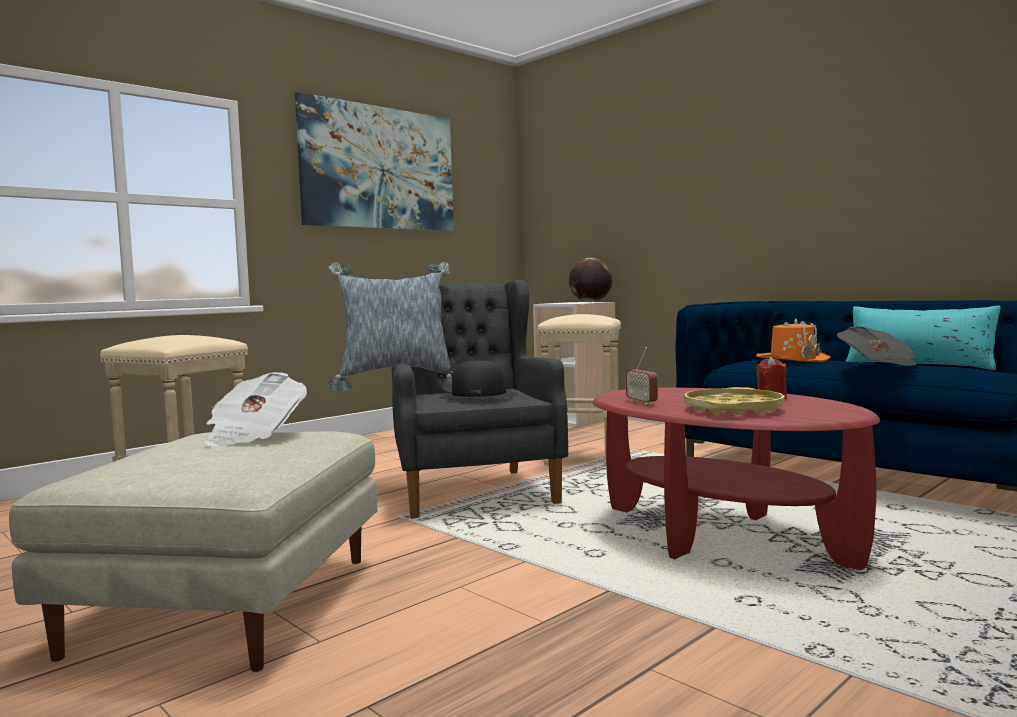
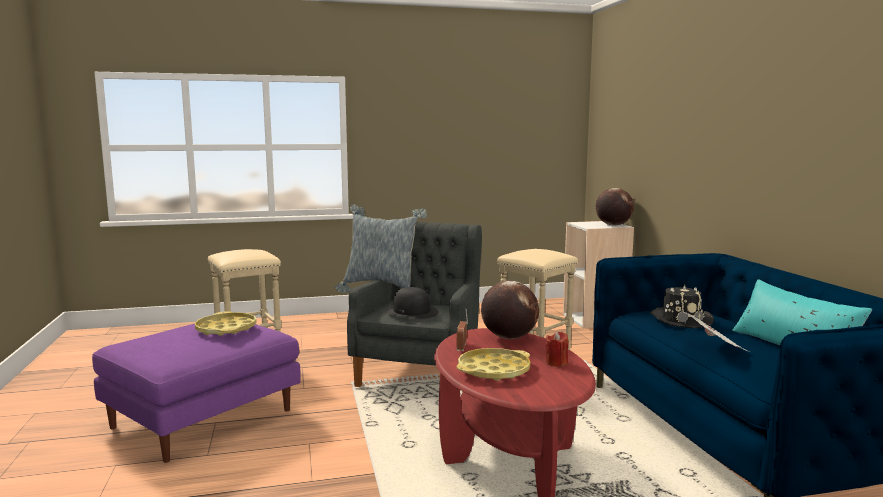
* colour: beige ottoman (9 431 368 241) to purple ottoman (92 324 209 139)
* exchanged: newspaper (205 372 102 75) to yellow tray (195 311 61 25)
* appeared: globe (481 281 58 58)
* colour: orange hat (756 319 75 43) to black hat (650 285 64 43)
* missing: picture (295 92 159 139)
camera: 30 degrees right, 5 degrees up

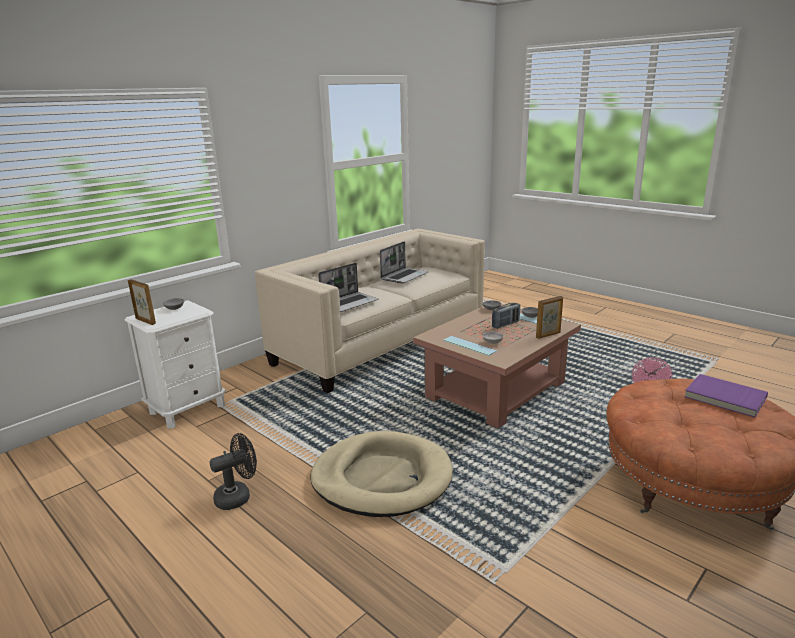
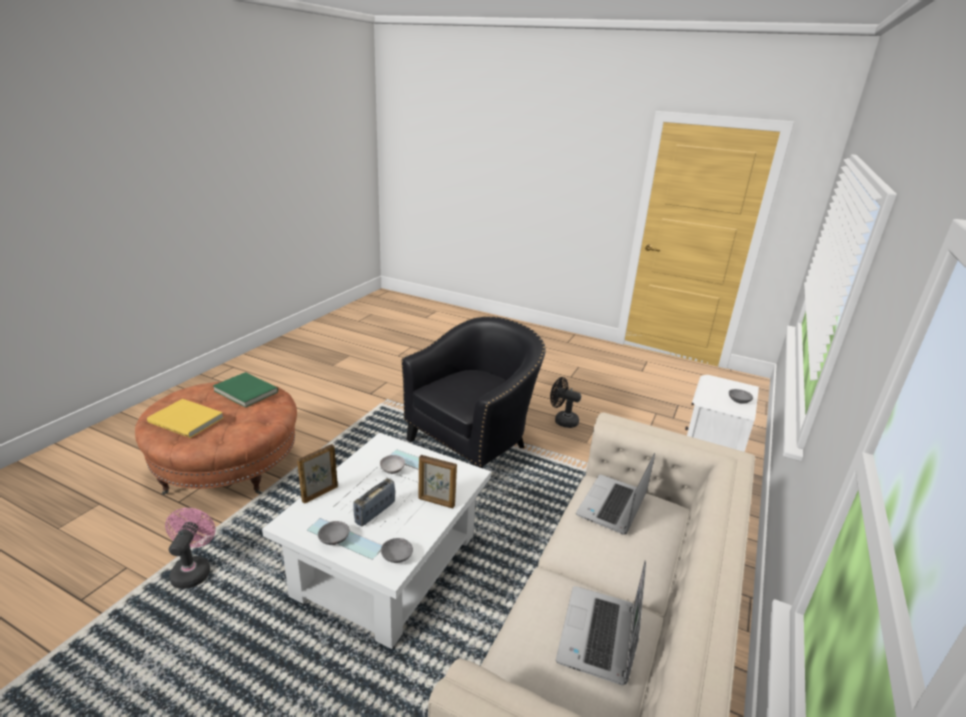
* colour: purple book (684 374 84 44) to yellow book (147 399 76 39)
* appeared: green book (213 372 65 36)
* colour: brown coffee table (413 304 168 125) to white coffee table (262 433 229 216)
* exchanged: beige dog bed (311 431 142 86) to black armchair (401 316 145 152)
* relocated: picture frame (128 279 28 46) to (418 455 39 53)
* spun: black fan (210 433 47 77) = (550 377 31 51) 75 degrees clockwise
camera: 160 degrees right, 5 degrees up

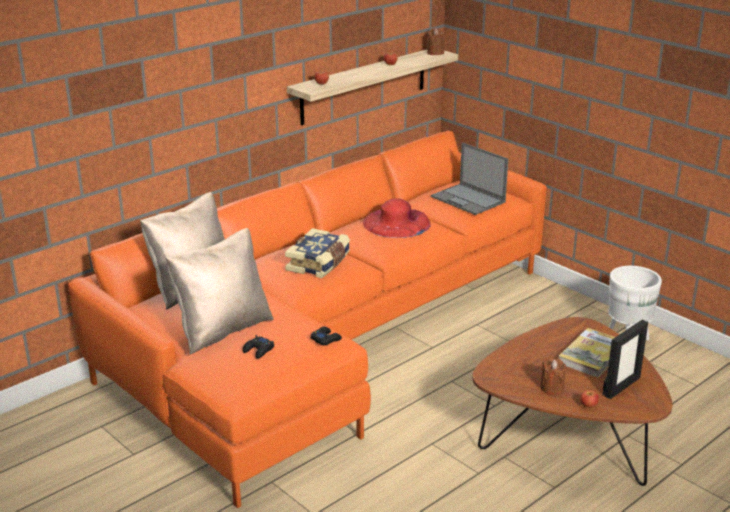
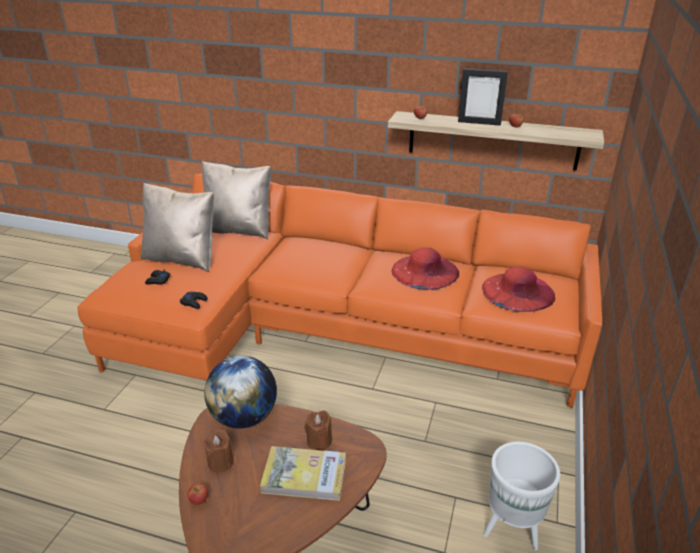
* appeared: globe (204 356 73 73)
* relocated: brown candle (427 28 18 27) to (304 411 28 39)
* relocated: picture frame (602 320 46 79) to (458 68 50 58)
* exchanged: laptop (431 143 77 72) to red hat (482 266 73 46)
* missing: book (285 228 65 50)
camera: 60 degrees right, 5 degrees up

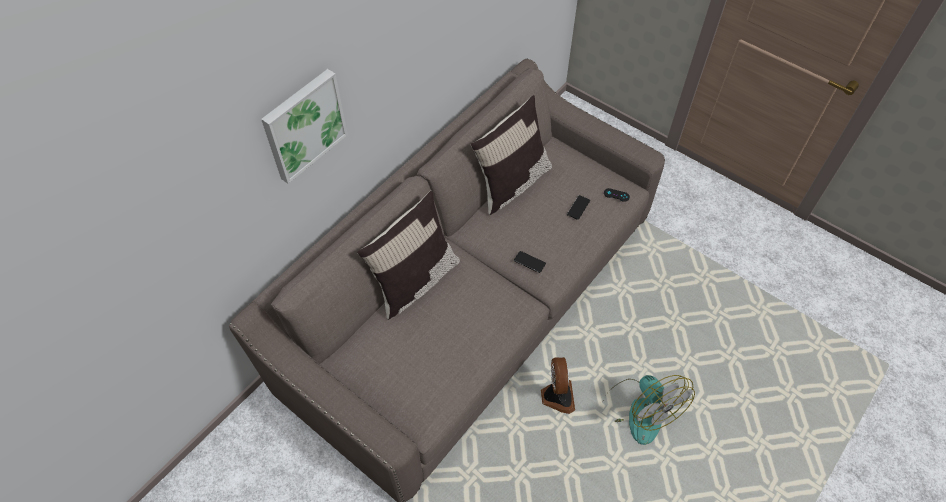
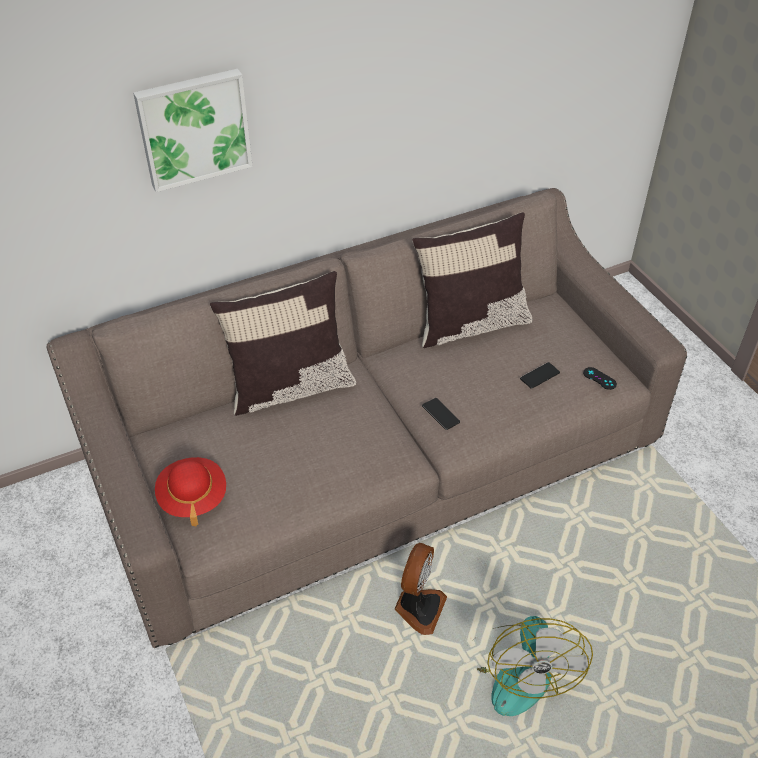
* appeared: red hat (155 457 71 69)
camera: 25 degrees right, 10 degrees down

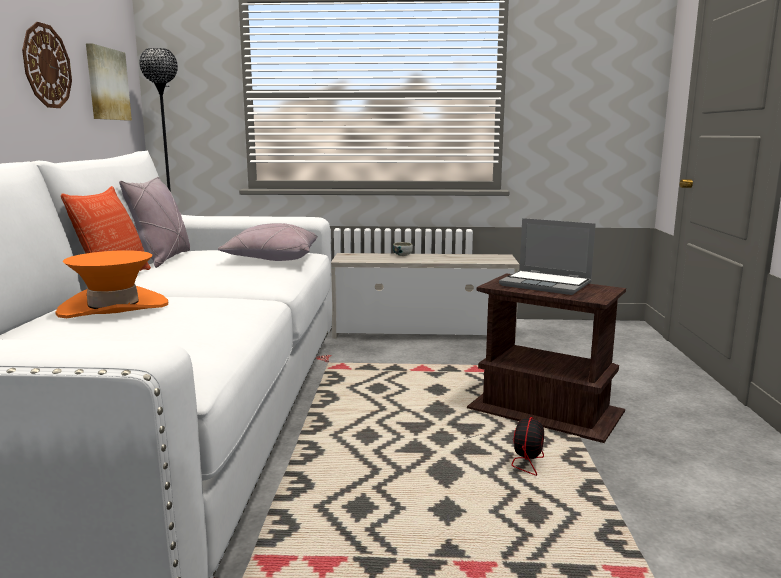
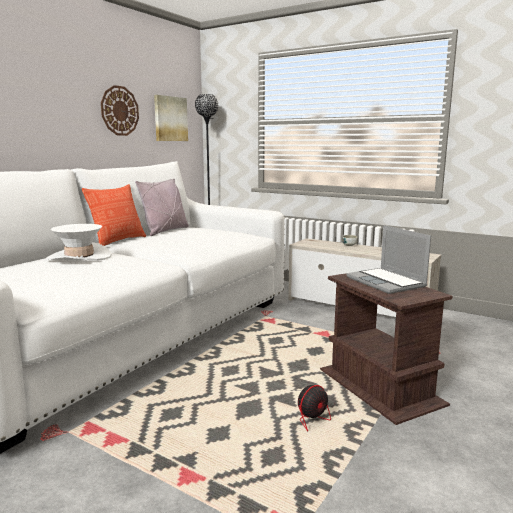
* colour: orange hat (56 250 112 68) to white hat (46 224 66 37)
* missing: purple pillow (218 223 99 38)
camera: 30 degrees right, 0 degrees up

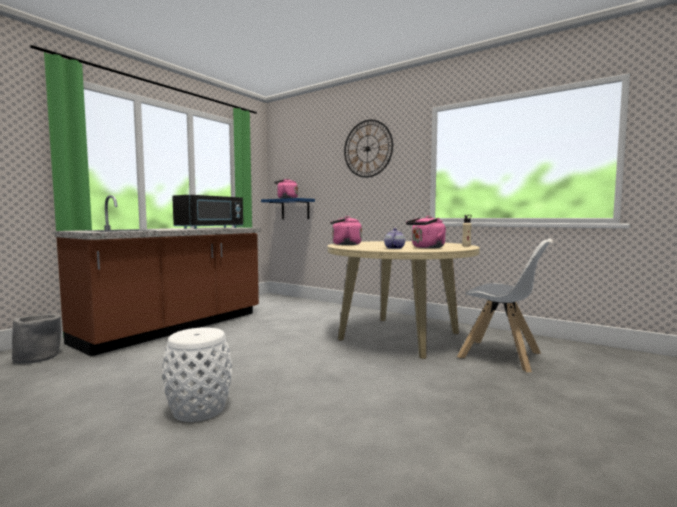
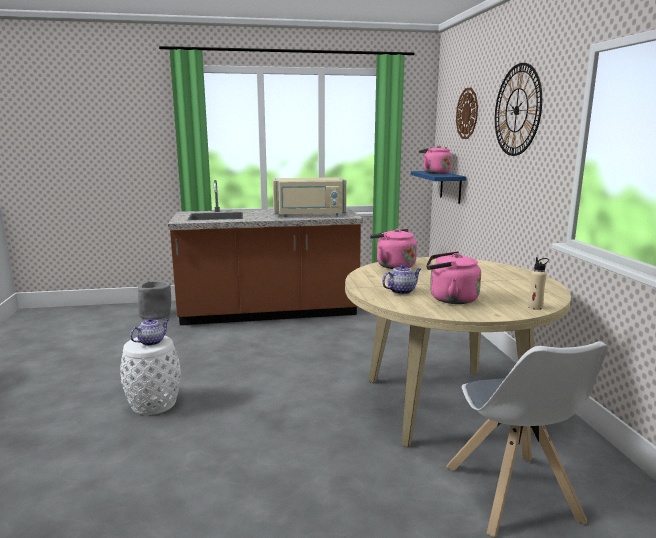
* appeared: teapot (130 318 39 28)
* colour: black microwave (172 195 71 34) to beige microwave (273 177 73 40)
* appeared: wall clock (456 88 22 51)
camera: 45 degrees right, 10 degrees up

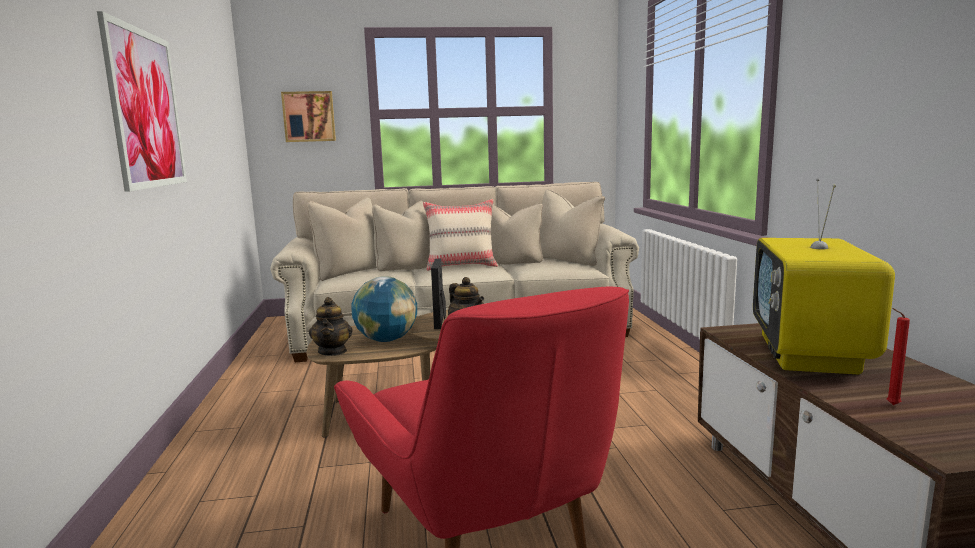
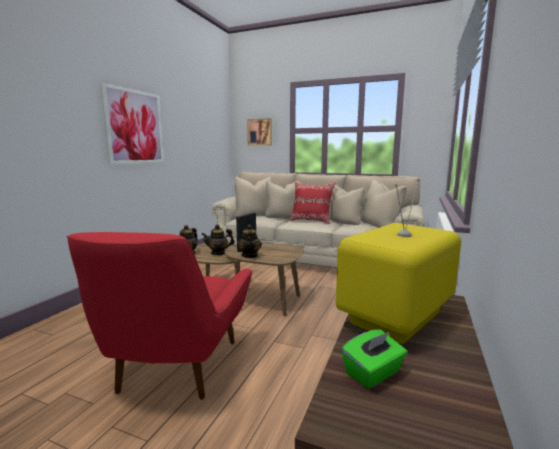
* exchanged: globe (351 276 66 66) to teapot (201 224 34 31)
* colour: beige pillow (423 199 75 72) to red pillow (290 181 45 43)
* exchanged: red candle (887 308 23 97) to green tissue box (341 330 66 59)
camera: 30 degrees right, 0 degrees up

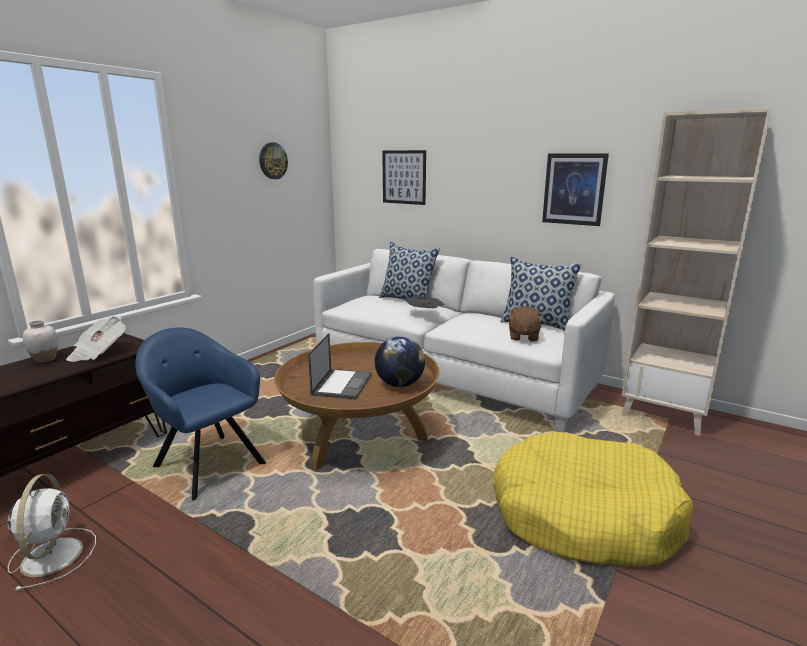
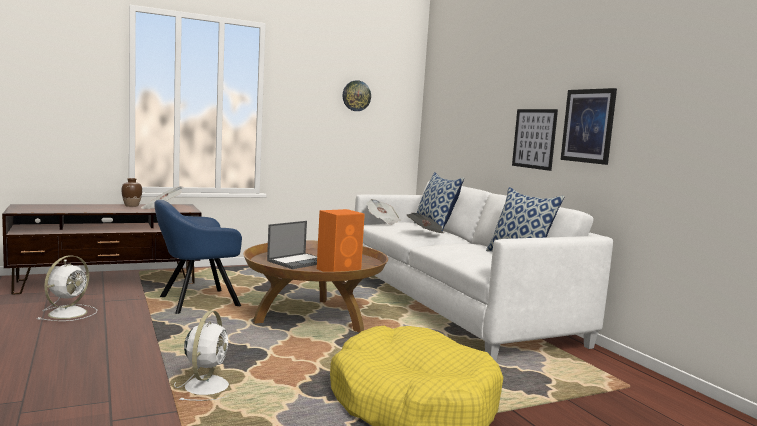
* colour: white vase (23 320 35 43) to brown vase (121 178 21 29)
* spun: blue armchair (135 327 131 174) = (154 200 88 114) 105 degrees counterclockwise
* appeared: white fan (174 311 55 90)
* exchanged: globe (375 336 50 51) to orange speaker (317 209 48 63)
* appeared: newspaper (366 199 35 26)
* relocated: picture (382 150 44 55) to (512 109 46 62)
* missing: brown plush toy (508 306 36 36)
* missing: beige bookcase (622 108 150 328)
camera: 30 degrees right, 10 degrees down

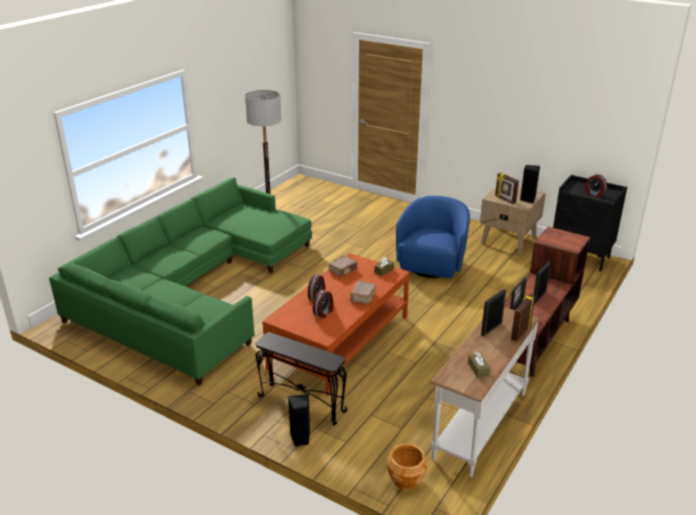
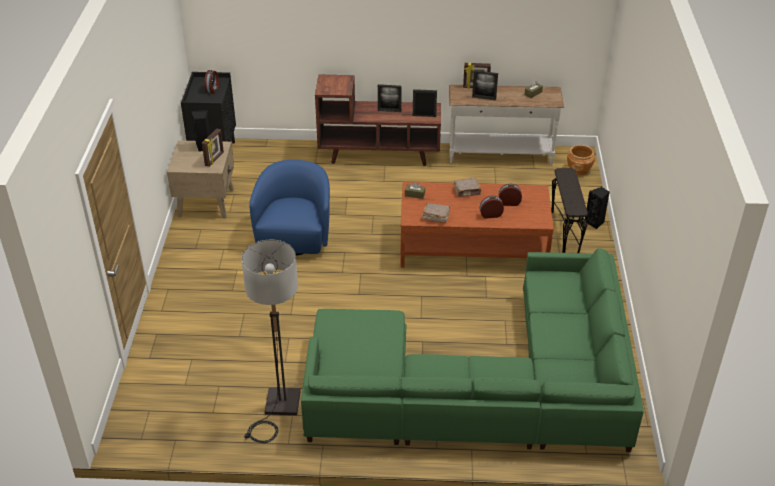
* spun: blue armchair (396 196 74 82) = (249 160 81 95) 105 degrees clockwise
camera: 120 degrees left, 10 degrees up

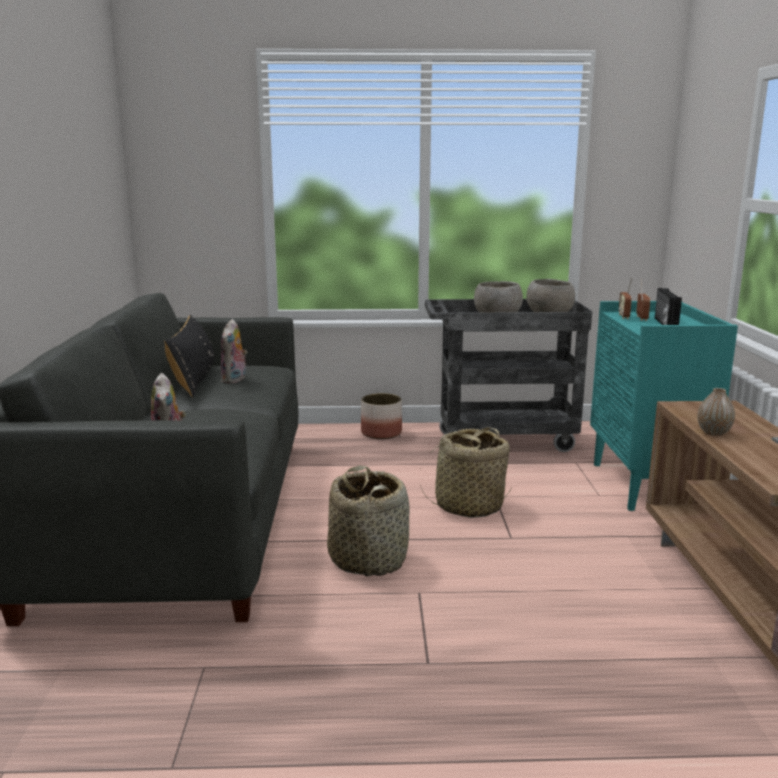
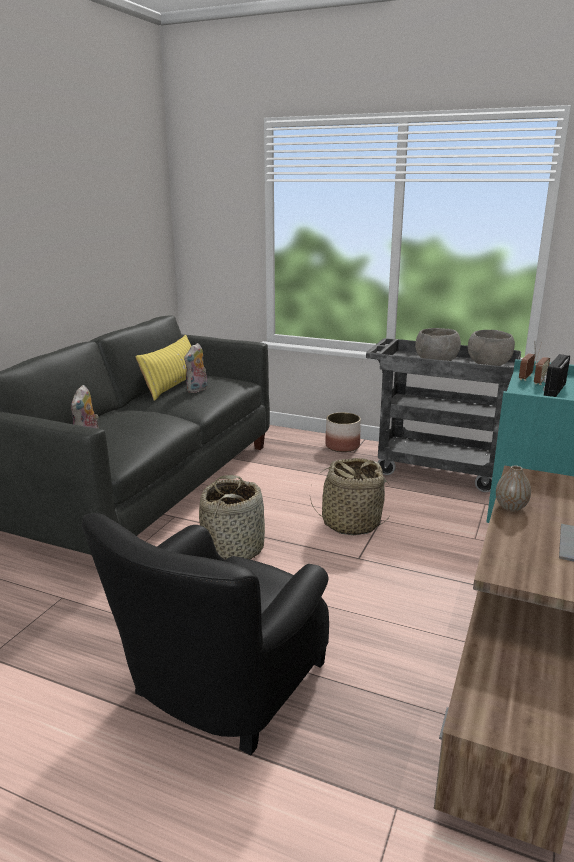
* appeared: black armchair (81 513 248 242)
* colour: black pillow (164 315 50 83) to yellow pillow (135 335 56 66)
camera: 25 degrees right, 5 degrees up

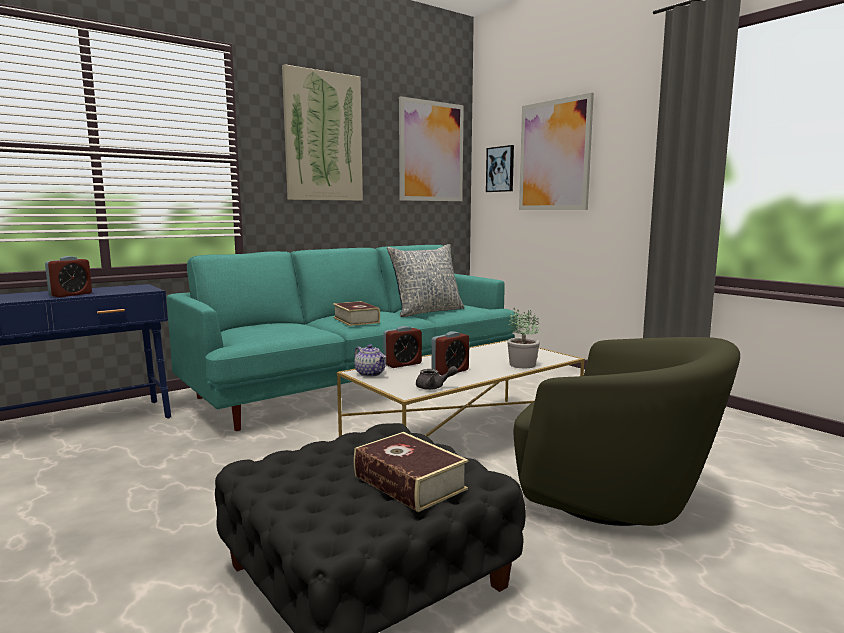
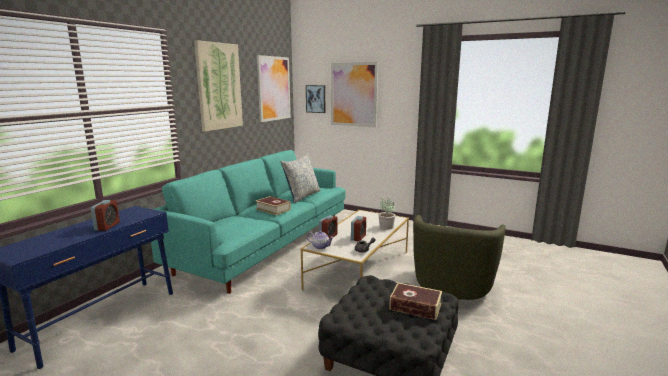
* spun: green armchair (514 337 226 189) = (413 215 93 85) 105 degrees clockwise
camera: 25 degrees left, 5 degrees up

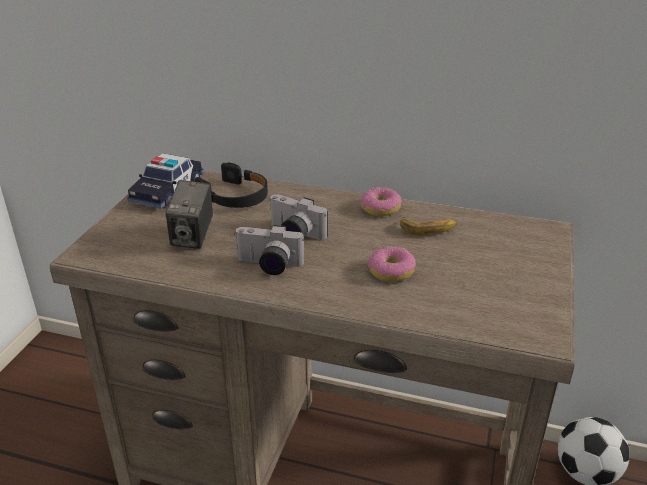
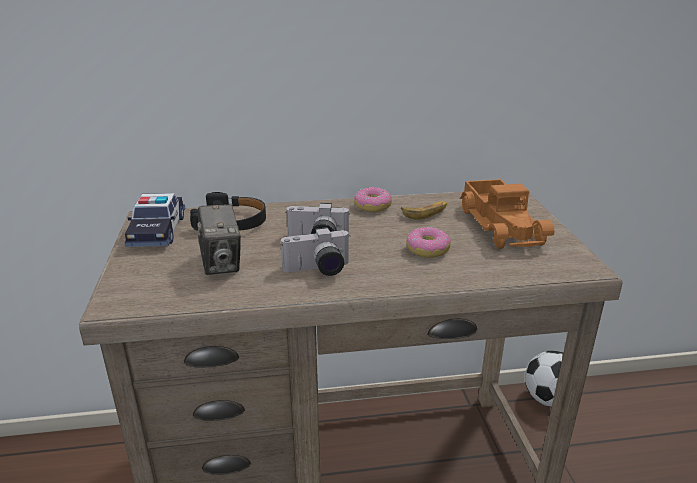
* appeared: toy truck (460 179 95 70)
camera: 25 degrees left, 5 degrees down

